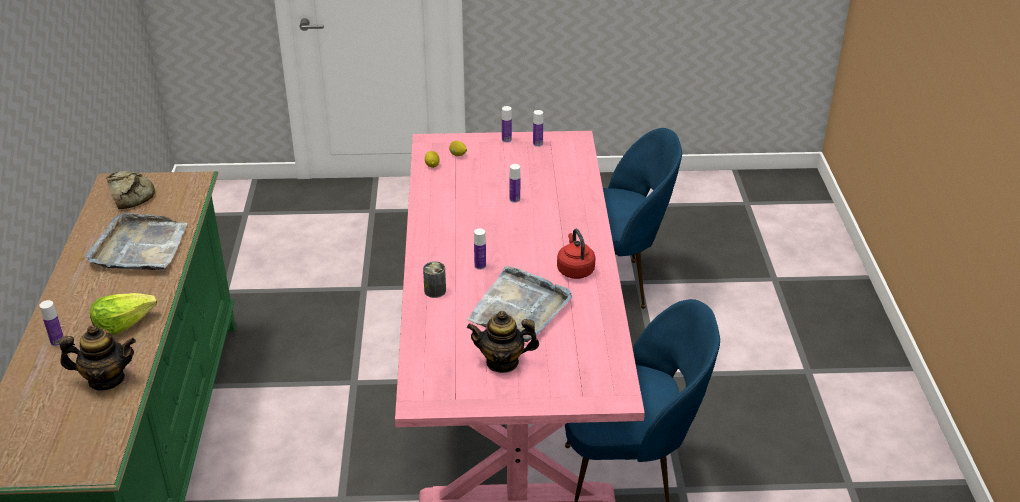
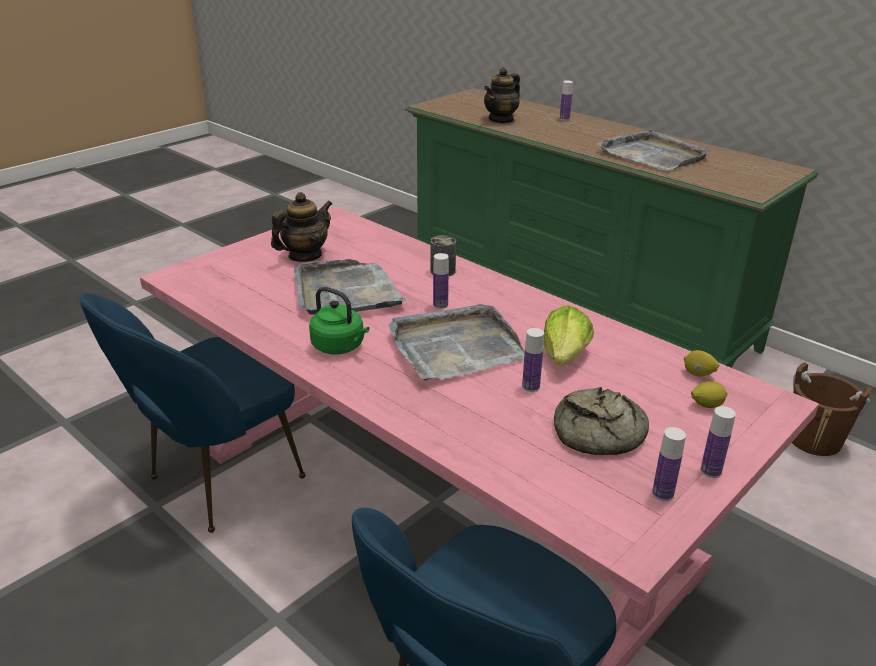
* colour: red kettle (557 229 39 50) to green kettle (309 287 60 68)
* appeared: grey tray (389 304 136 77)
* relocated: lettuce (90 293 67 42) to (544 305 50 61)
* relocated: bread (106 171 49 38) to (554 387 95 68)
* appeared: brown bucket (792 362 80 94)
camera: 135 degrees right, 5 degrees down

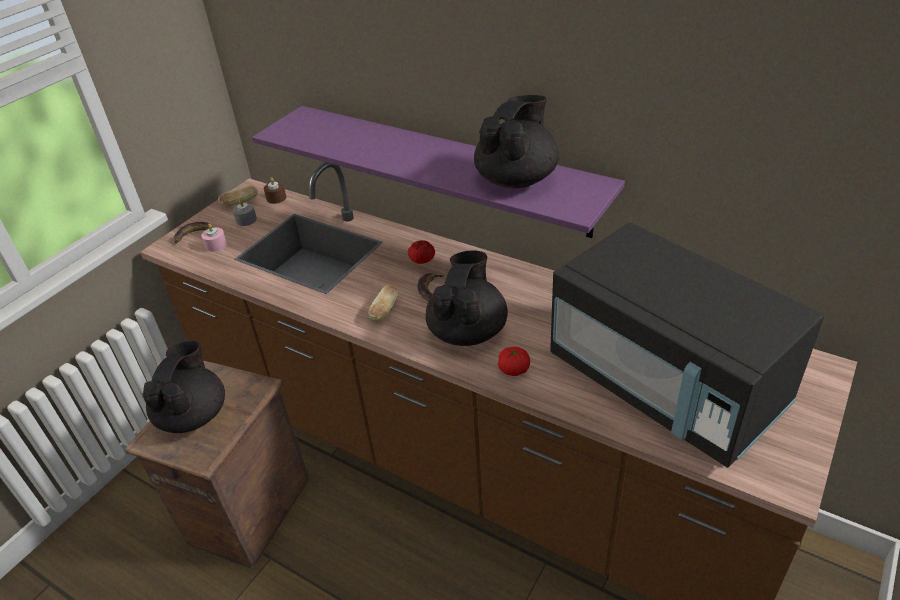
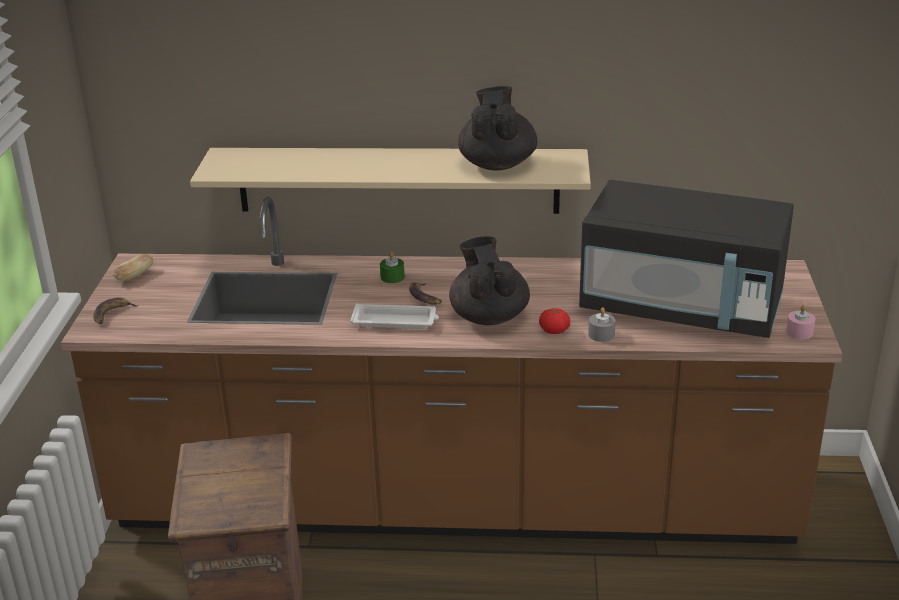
* colour: purple shelf (252 106 373 132) to beige shelf (190 148 401 66)
* exchanged: bread (368 285 30 35) to white tray (350 303 89 26)
* exchanged: tomato (408 240 27 24) to green candle (380 252 25 31)
* relocated: grey candle (233 199 24 27) to (588 307 28 35)
* relocated: pink candle (201 224 26 28) to (786 305 30 34)
* missing: black teapot (143 341 82 92)
* missing: brown candle (264 177 22 27)
camera: 30 degrees left, 10 degrees down

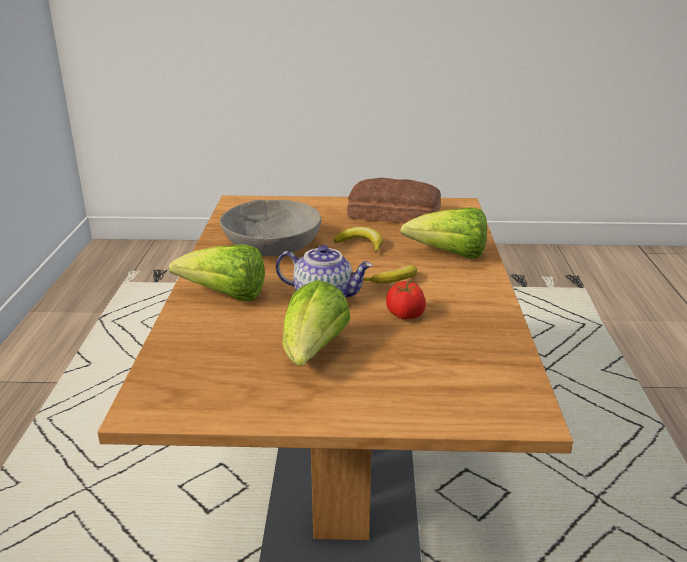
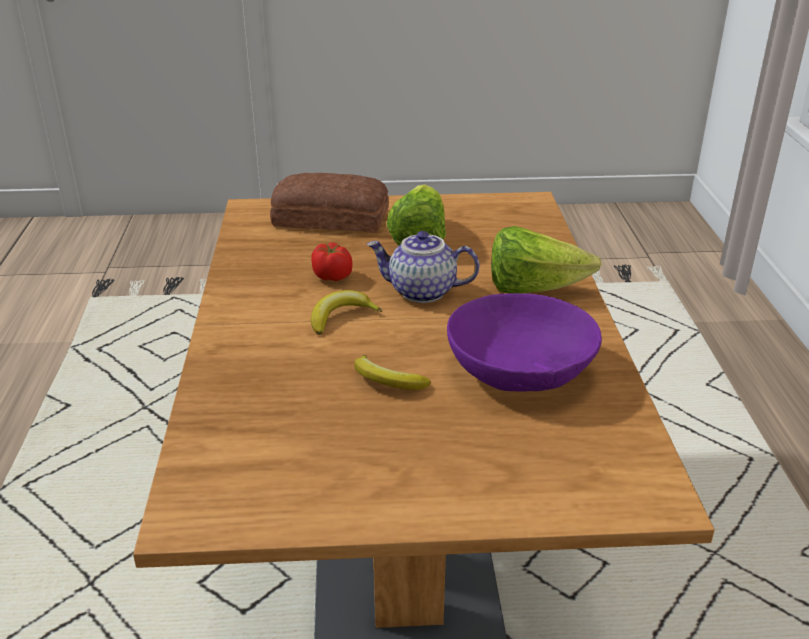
* relocated: bread (347 178 94 46) to (270 173 119 60)
* colour: grey bowl (220 199 101 57) to purple bowl (447 293 155 99)
* missing: lettuce (400 207 87 51)
camera: 175 degrees right, 5 degrees up

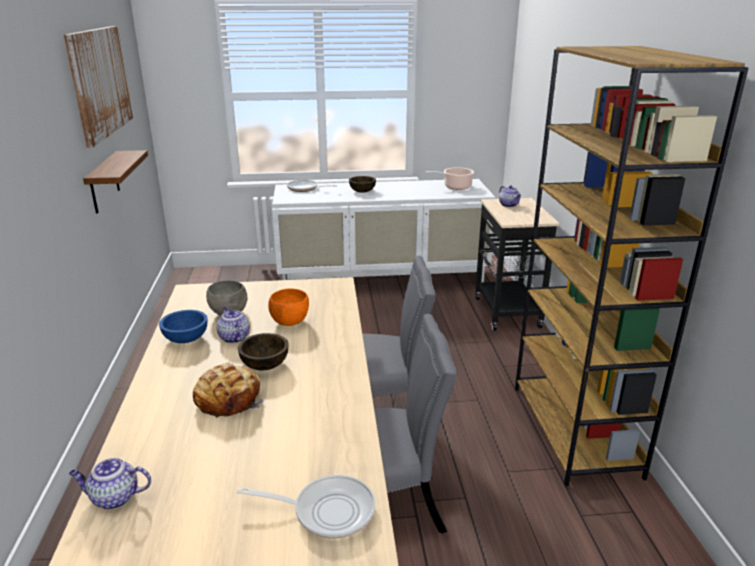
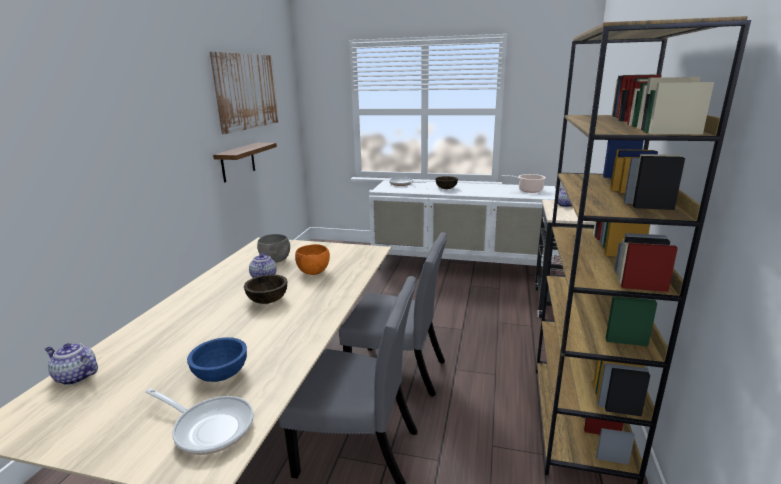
* relocated: blue bowl (159 310 48 33) to (187 337 60 45)
* missing: bread (193 363 71 55)
camera: 20 degrees right, 5 degrees down

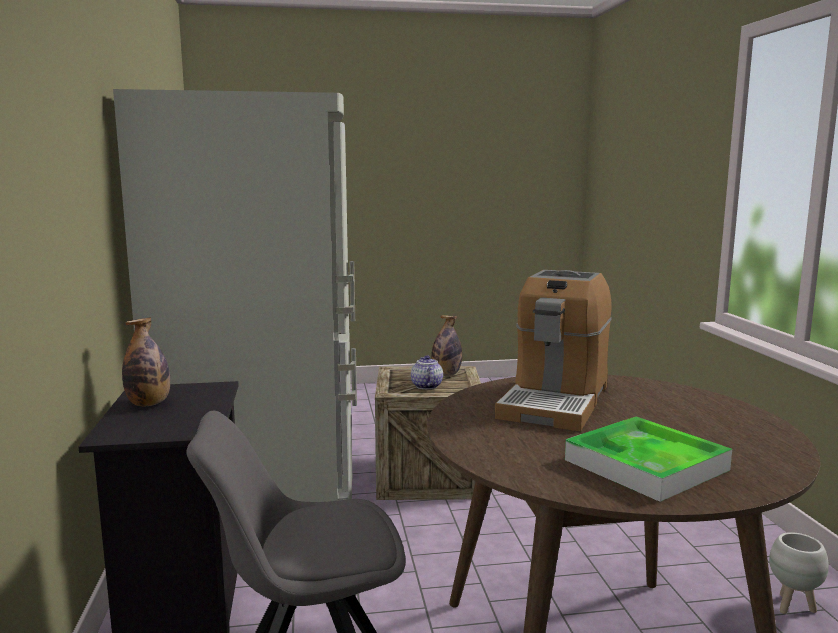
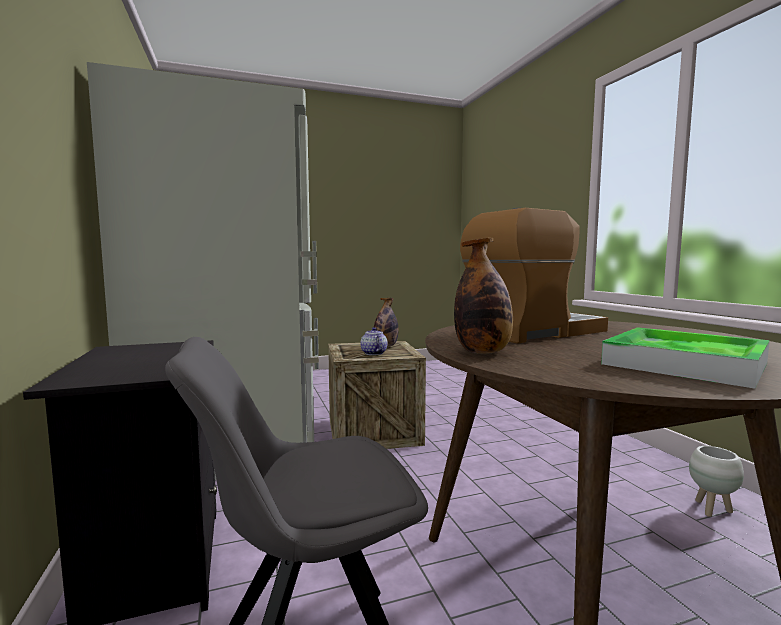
* relocated: bottle (122 317 48 89) to (454 238 59 116)
* spun: coffee machine (495 270 117 161) = (460 208 148 136) 135 degrees counterclockwise
camera: 10 degrees left, 5 degrees down

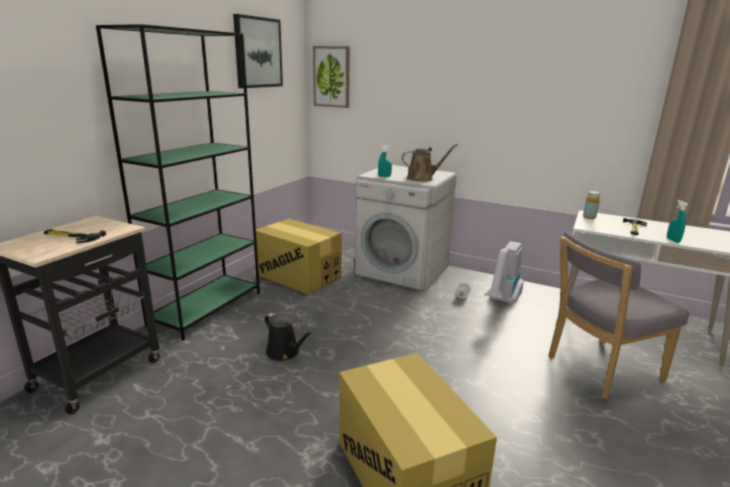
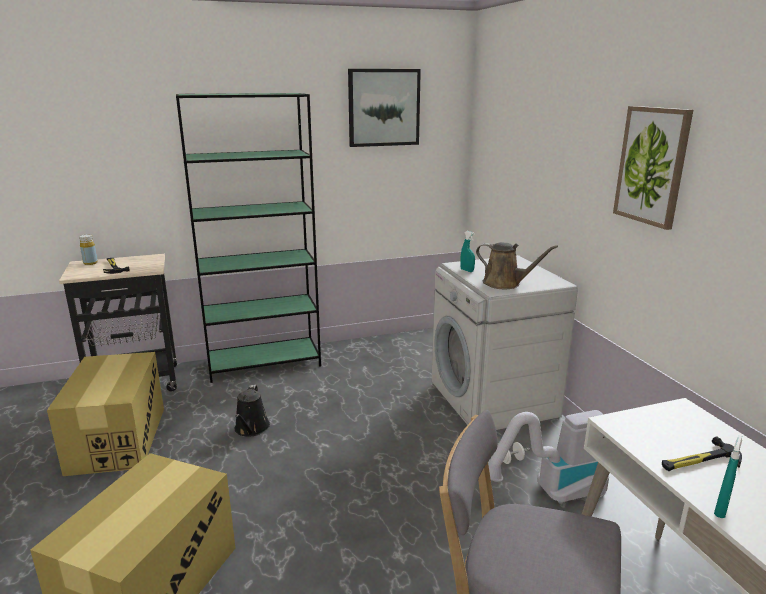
* relocated: cardboard box (256 219 86 76) to (47 352 117 124)
* relocated: yellow bottle (583 191 17 28) to (79 234 19 31)
* relocated: picture (313 46 37 62) to (613 106 80 124)
camera: 45 degrees right, 0 degrees up

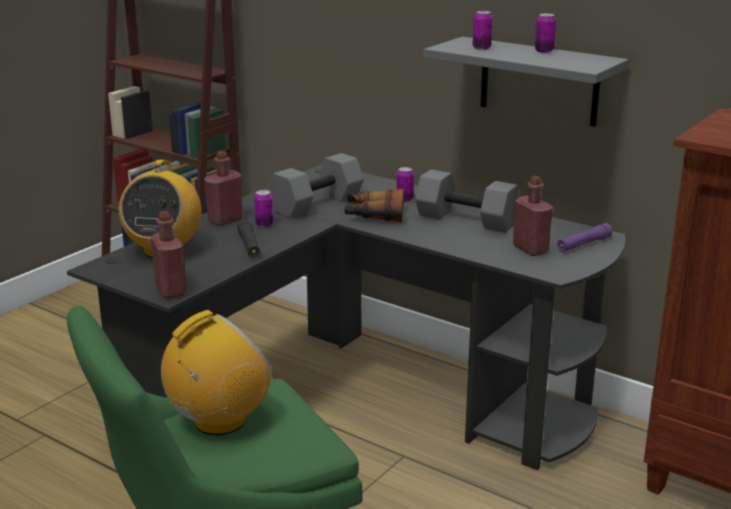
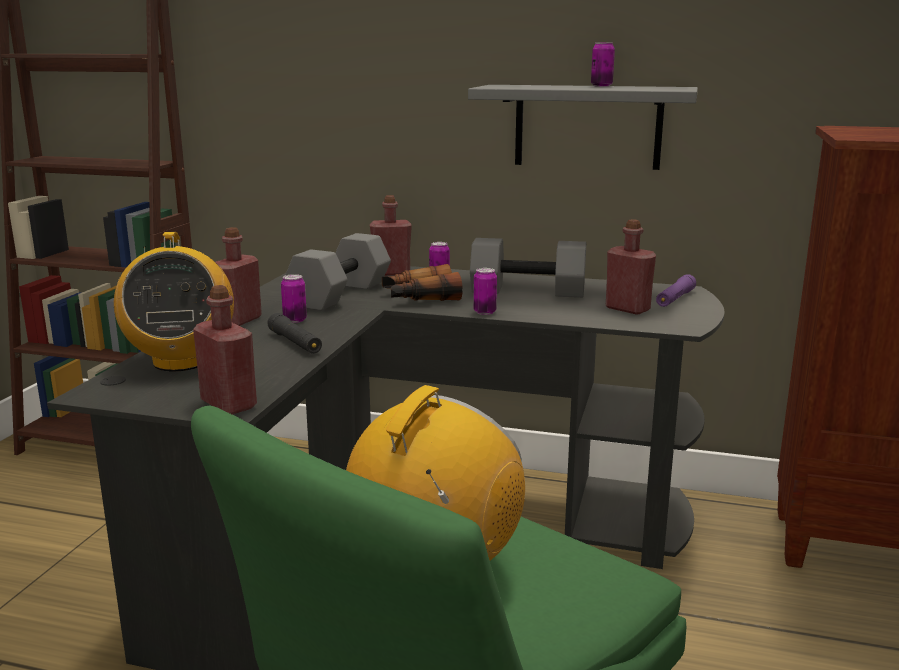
* appeared: red bottle (370 195 42 81)
* relocated: can (472 11 21 39) to (473 268 24 47)
camera: 20 degrees left, 5 degrees down

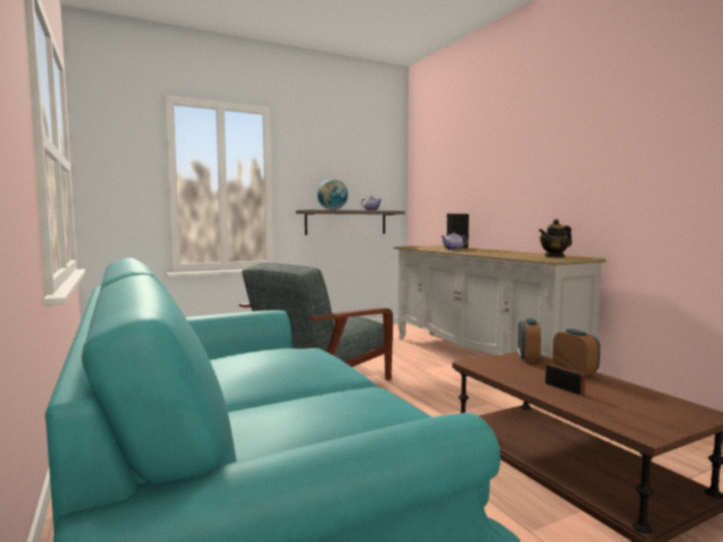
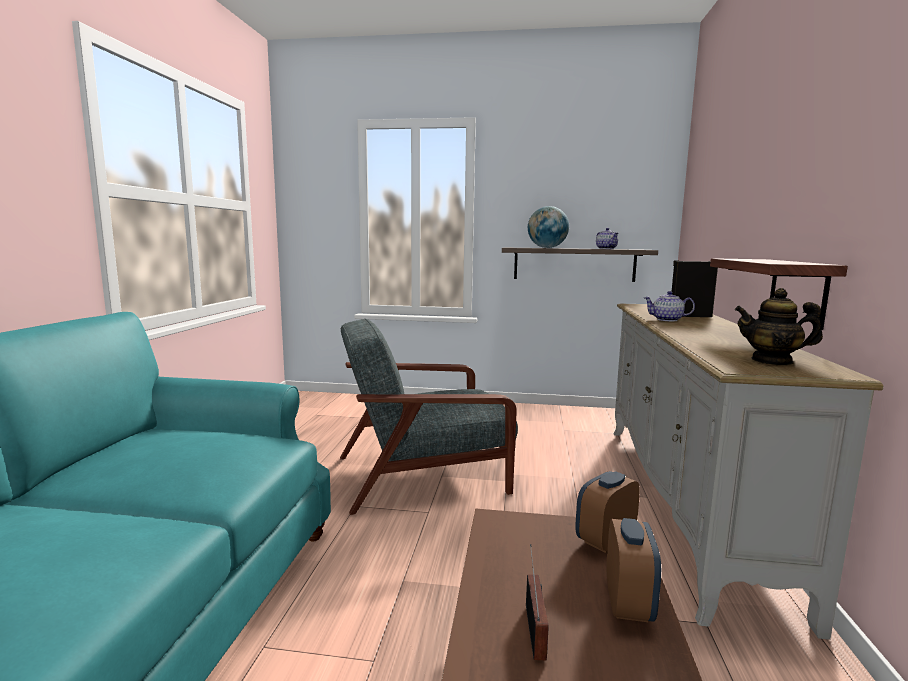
* appeared: shelf (710 258 138 72)
camera: 35 degrees right, 5 degrees up

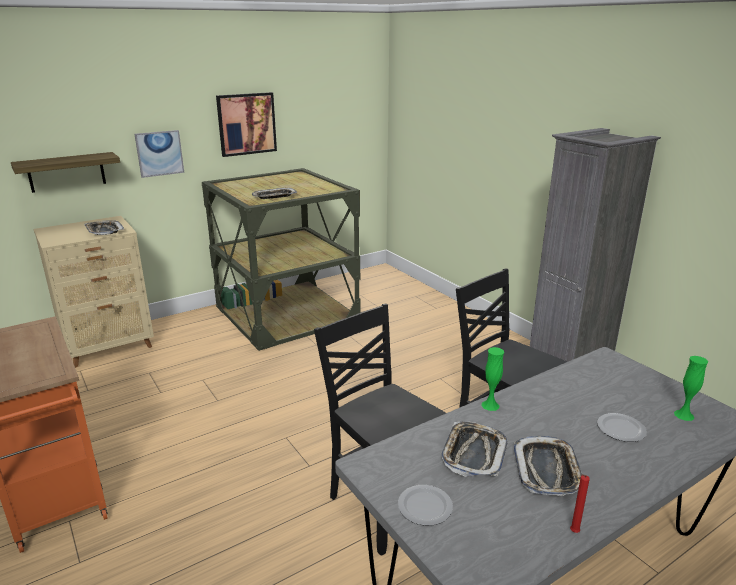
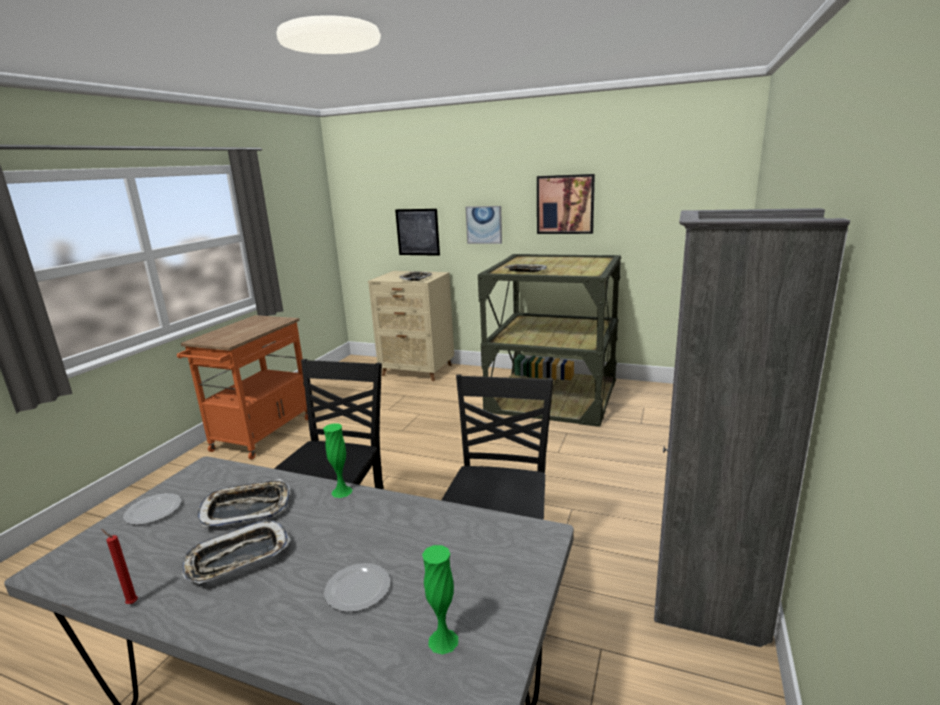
* exchanged: shelf (11 152 109 41) to picture (395 209 45 47)
camera: 55 degrees right, 5 degrees down

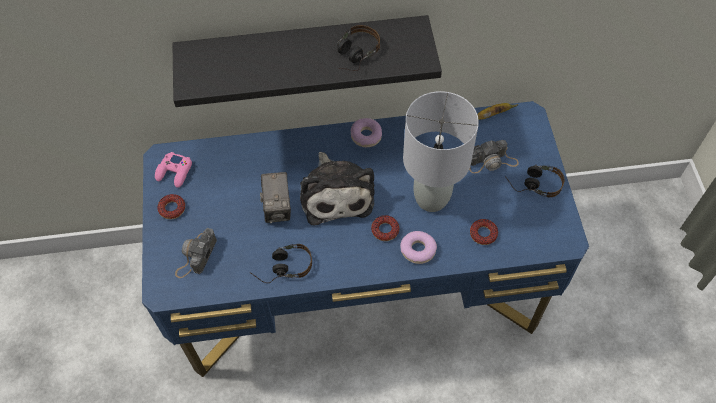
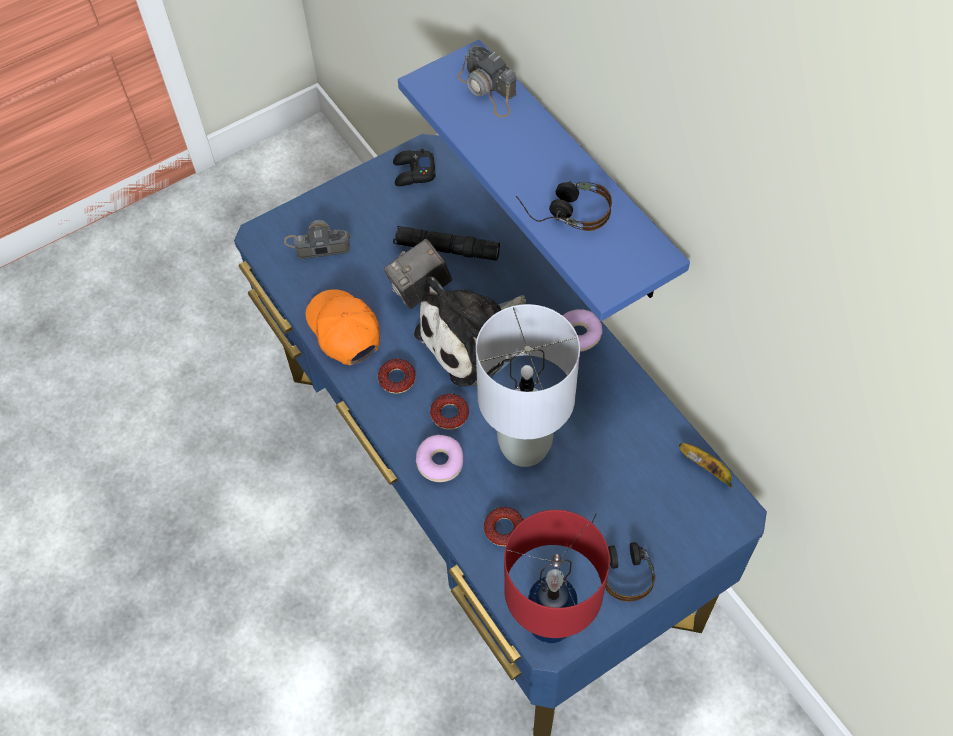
* exchanged: headphones (251 244 61 39) to orange cap (305 289 75 76)
* relocated: donut (157 194 28 25) to (378 359 38 35)
* colour: pink game controller (155 152 37 36) to black game controller (393 148 43 38)
* appeared: black flashlight (393 226 107 35)
* colour: black shelf (172 15 270 92) to blue shelf (398 40 292 281)
* relocated: photo camera (469 140 50 33) to (458 45 58 72)
* appeared: red table lamp (504 510 106 133)
camera: 65 degrees right, 0 degrees up

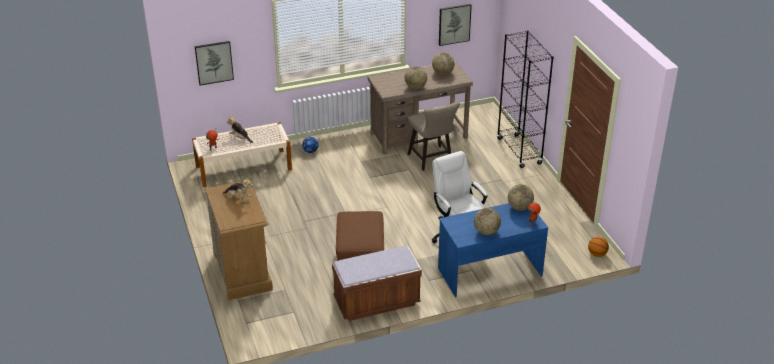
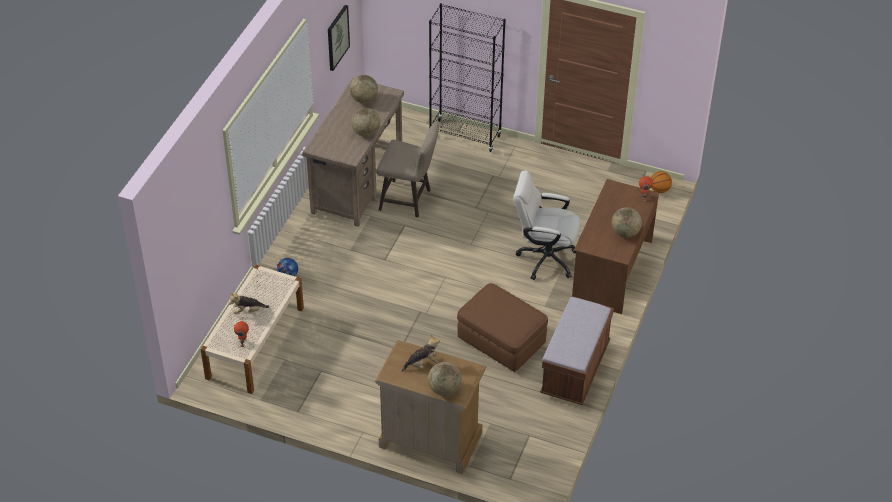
* relocated: globe (508 184 26 27) to (428 362 34 34)
* colour: blue desk (438 203 110 94) to brown desk (572 179 87 135)
* missing: picture (195 41 39 44)
camera: 50 degrees left, 10 degrees up

